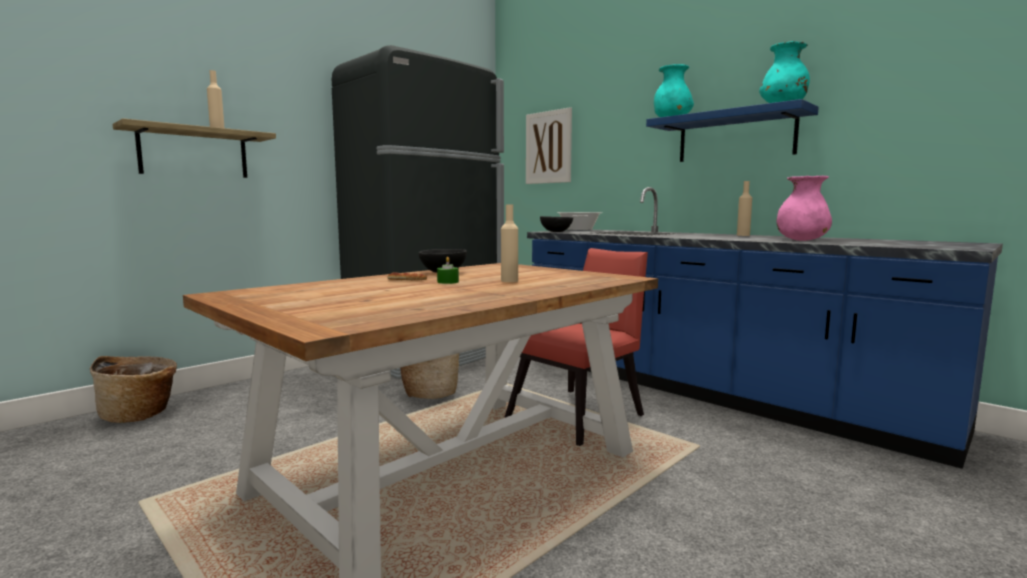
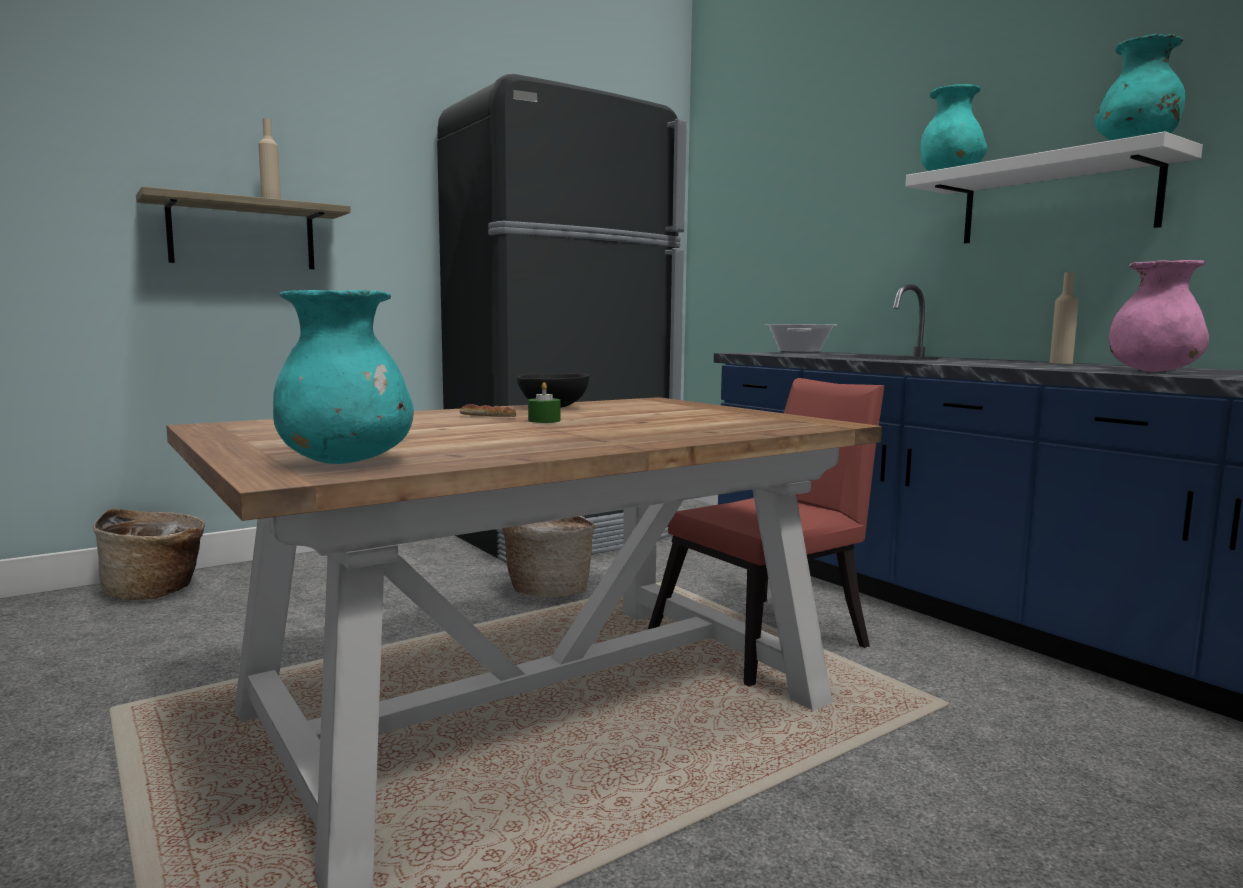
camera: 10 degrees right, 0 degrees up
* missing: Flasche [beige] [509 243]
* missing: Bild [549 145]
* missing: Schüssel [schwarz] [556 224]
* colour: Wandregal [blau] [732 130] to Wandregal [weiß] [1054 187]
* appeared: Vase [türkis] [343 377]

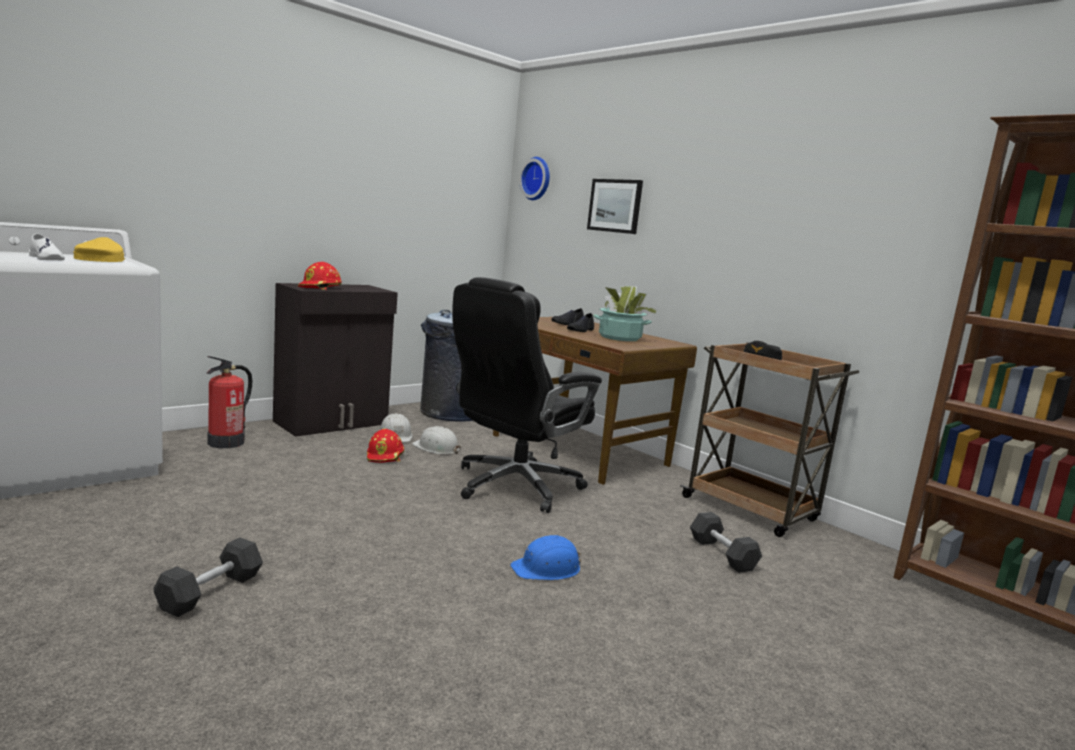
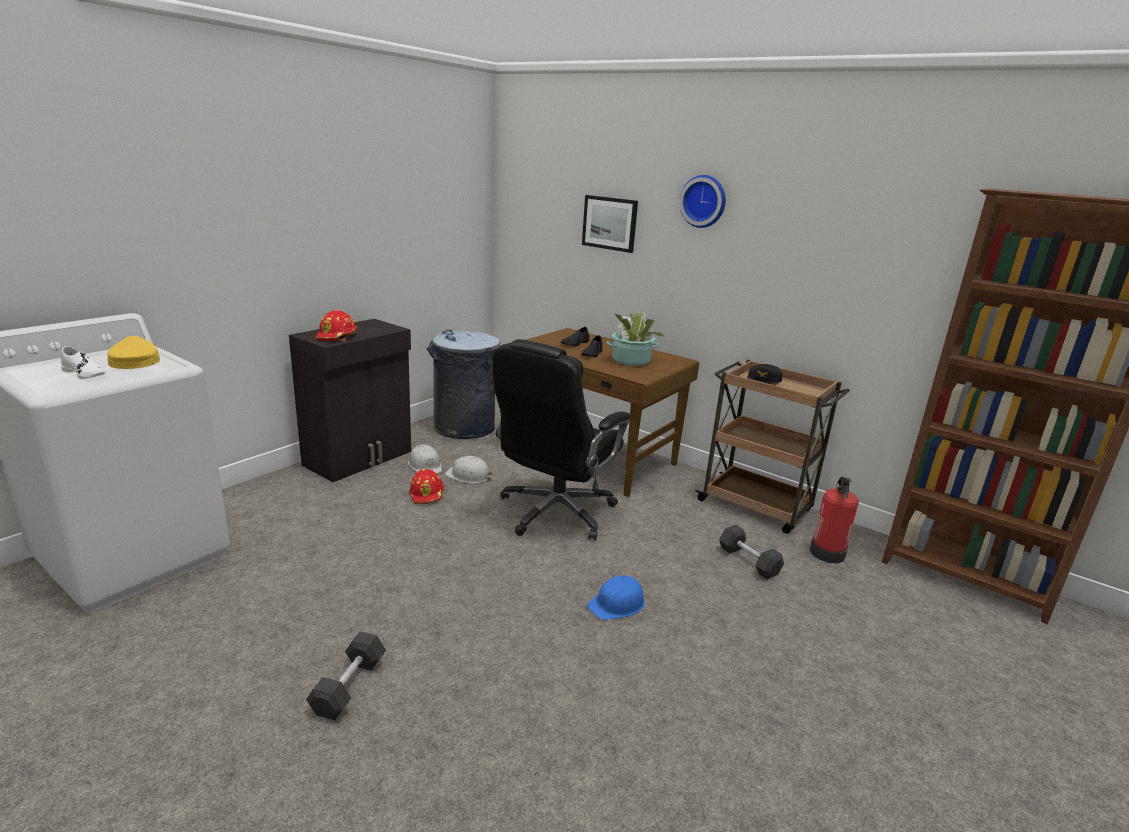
camera: 10 degrees left, 10 degrees up
* relocated: Feuerlöscher [229 402] to [834 520]
* relocated: Wanduhr [534 178] to [702 201]

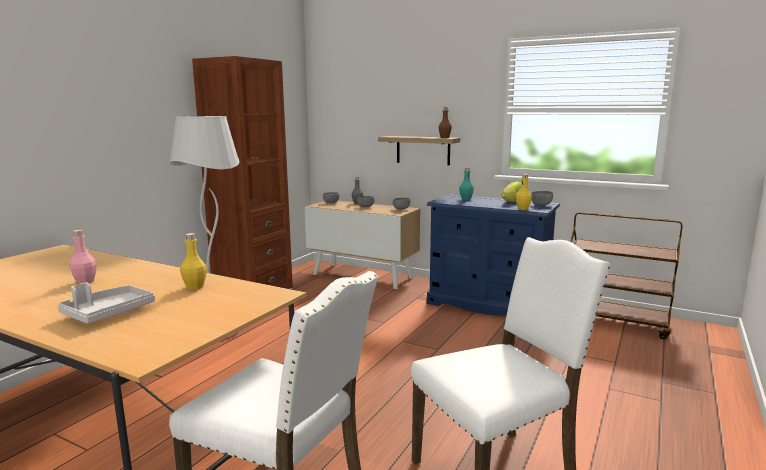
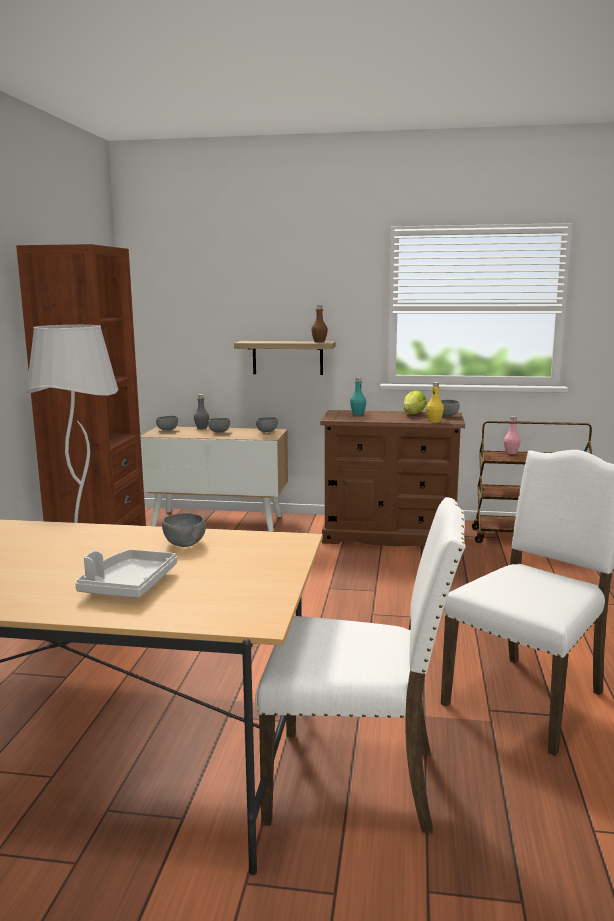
camera: 20 degrees left, 0 degrees up
* relocated: Flasche [rosa] [82 257] to [512 435]
* exchanged: Flasche [gelb] [193 261] to Schüssel [grau] [184 530]
* colour: Kommode [blau] [493 255] to Kommode [braun] [392 478]

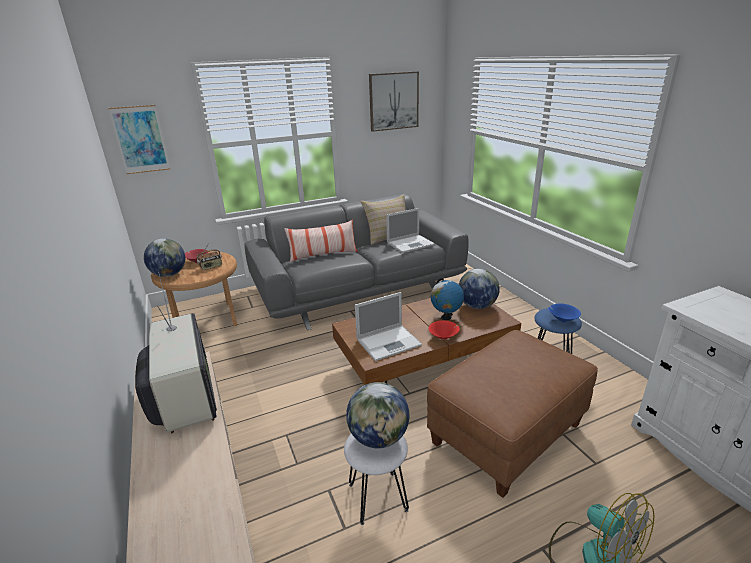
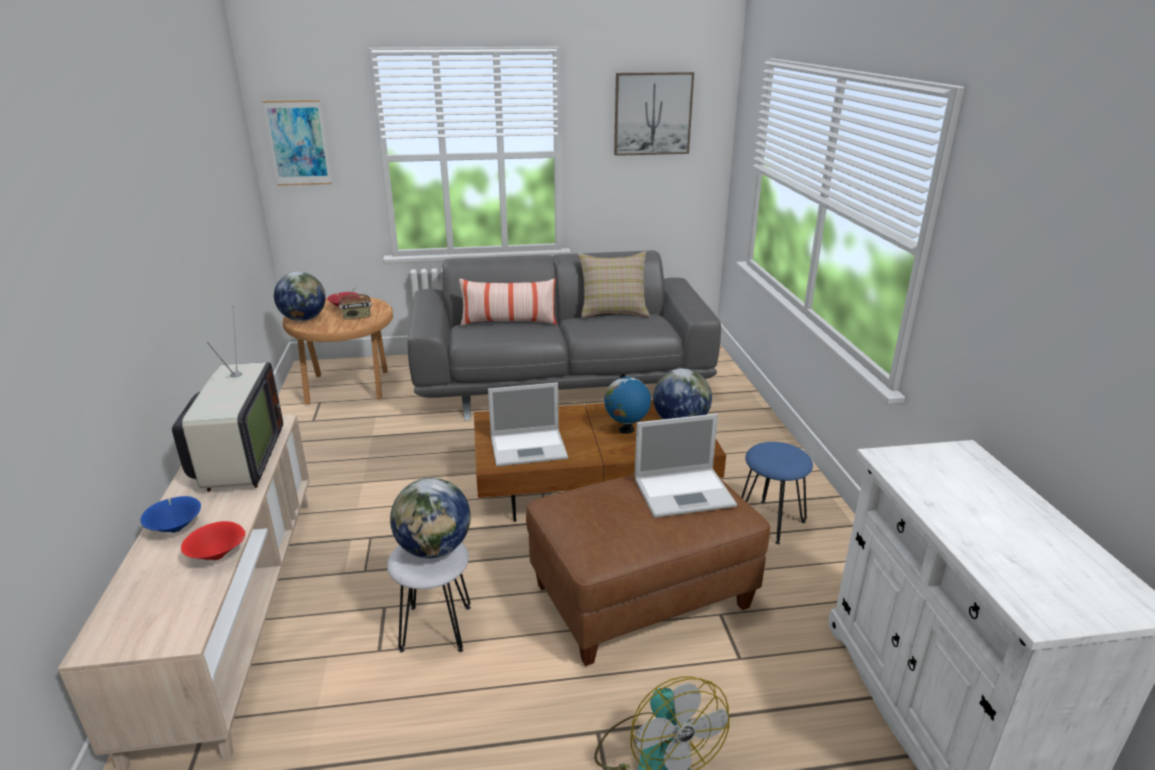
camera: 15 degrees right, 0 degrees up
* relocated: Laptop [410 230] to [685 466]
* relocated: Schüssel [rot] [444 330] to [213 540]
* relocated: Schüssel [blau] [564 313] to [170 514]

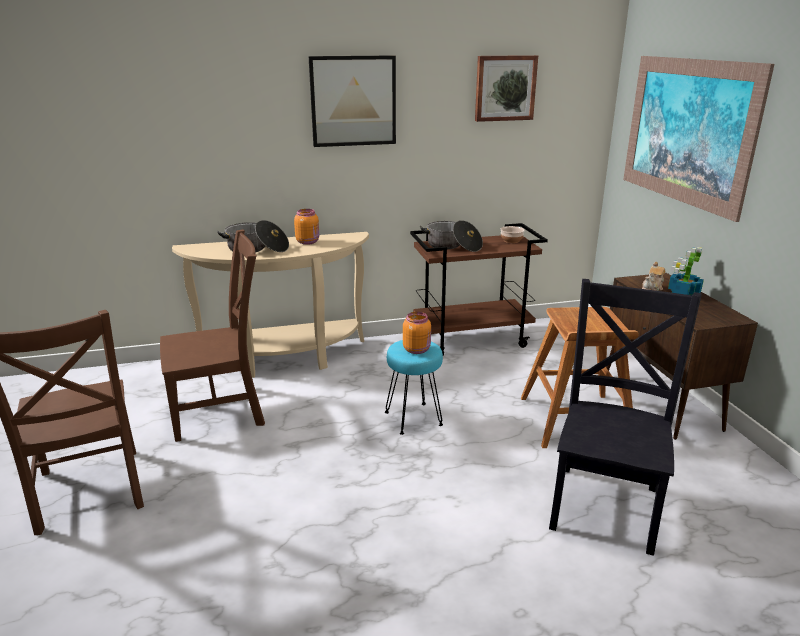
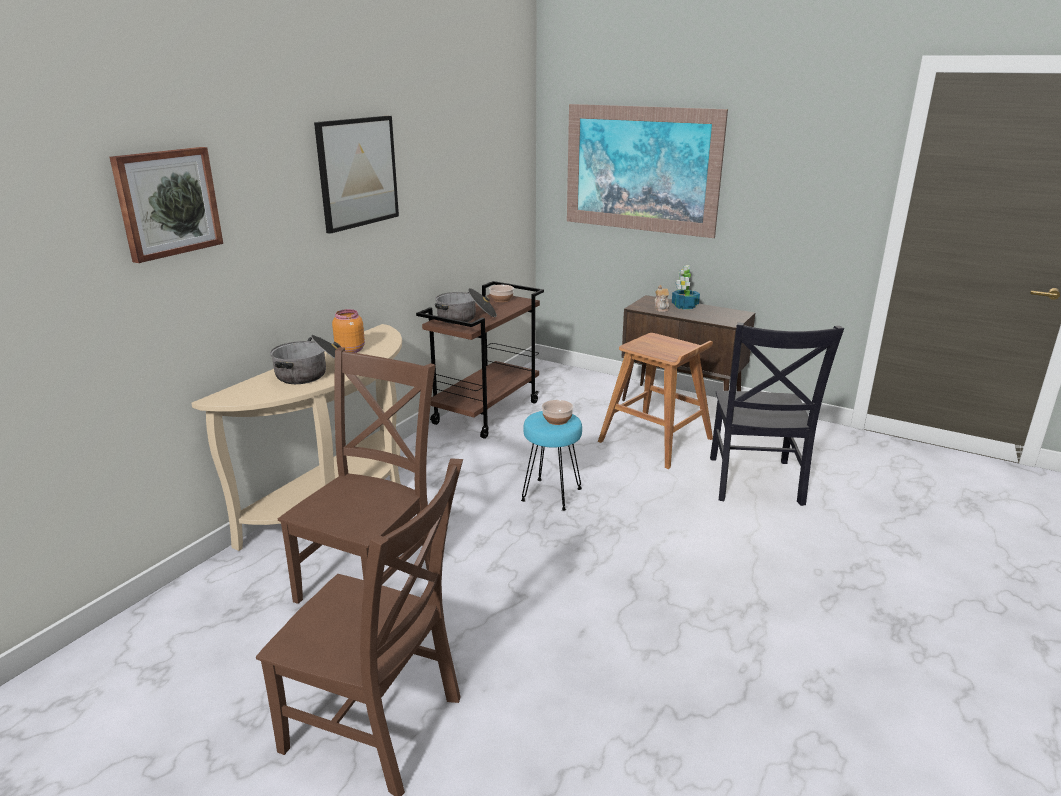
camera: 45 degrees left, 0 degrees up
* exchanged: Vorratsglas [orange] [417 333] to Schüssel [558 412]
* relocated: Bild [506 88] to [166 205]
* spun: Stuhl [schwarz] [625 417] = [777 414] 150 degrees counterclockwise

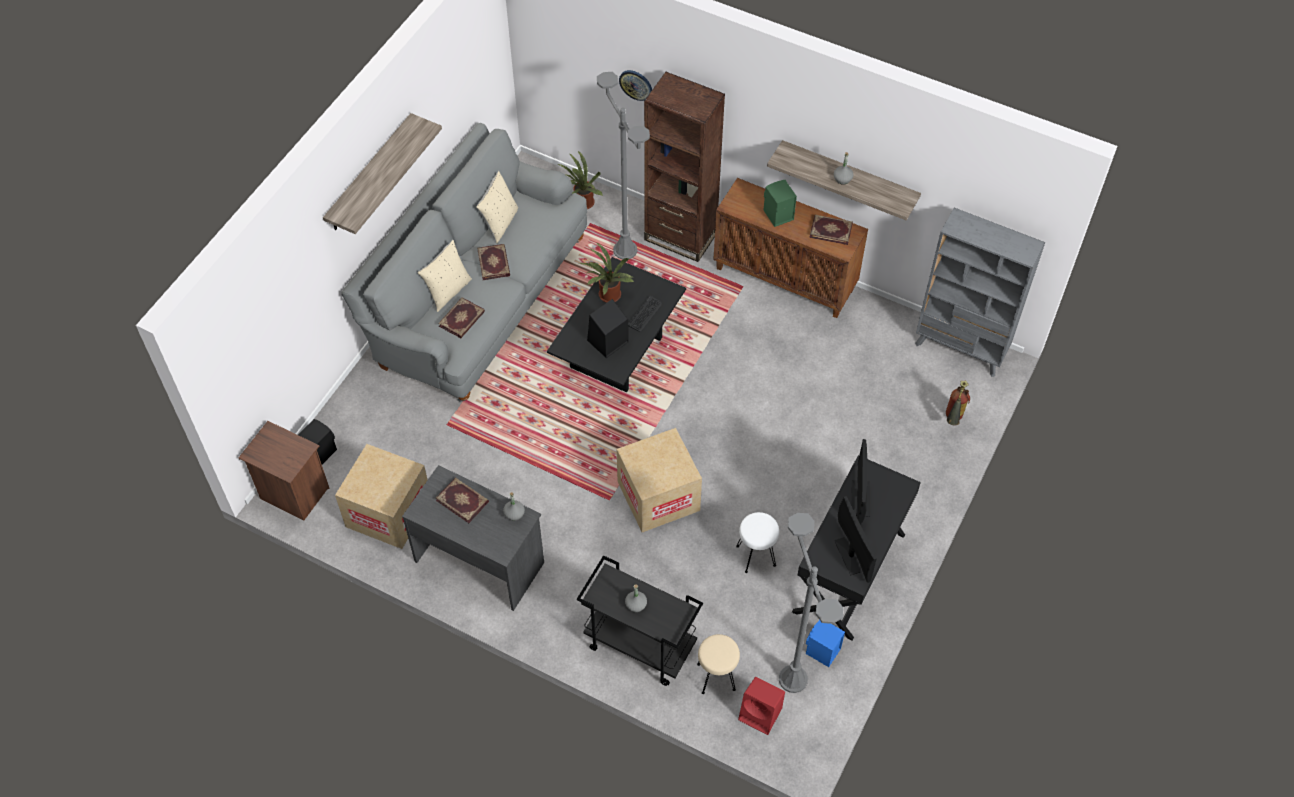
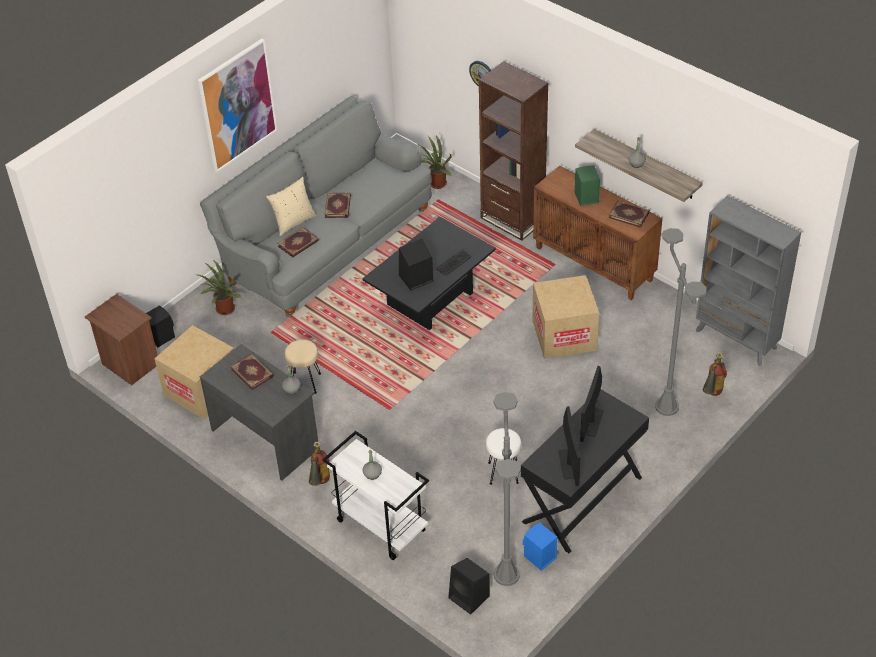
camera: 15 degrees right, 10 degrees down
* exchanged: Wandregal [382 173] to Bild [237 105]
* missing: Kissen [beige] [497 207]
* colour: Rollwagen [schwarz] [640 620] to Rollwagen [weiß] [375 495]
* relocated: Topfpflanze [607 273] to [220 287]
* relocated: Stehlampe [grau] [623 165] to [681 322]
* relocated: Karton [659 480] to [565 317]
* relocated: Hocker [beige] [718 664] to [303 366]
* colour: Lautsprecher [rot] [761 706] to Lautsprecher [schwarz] [469 586]
* appeared: Feuerlöscher [319 463]

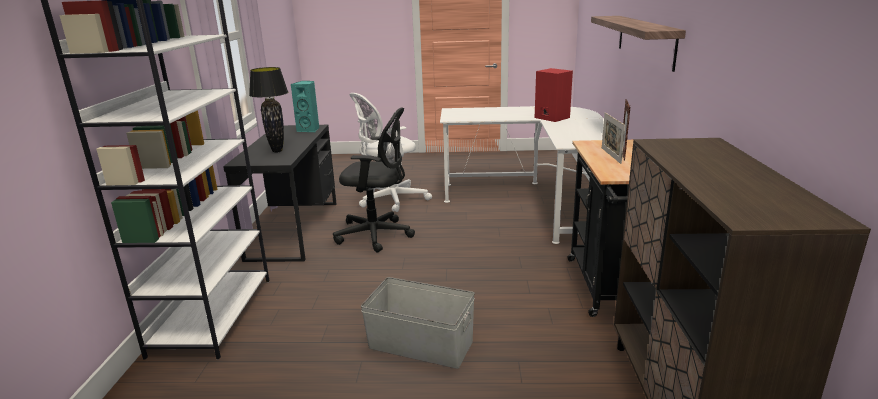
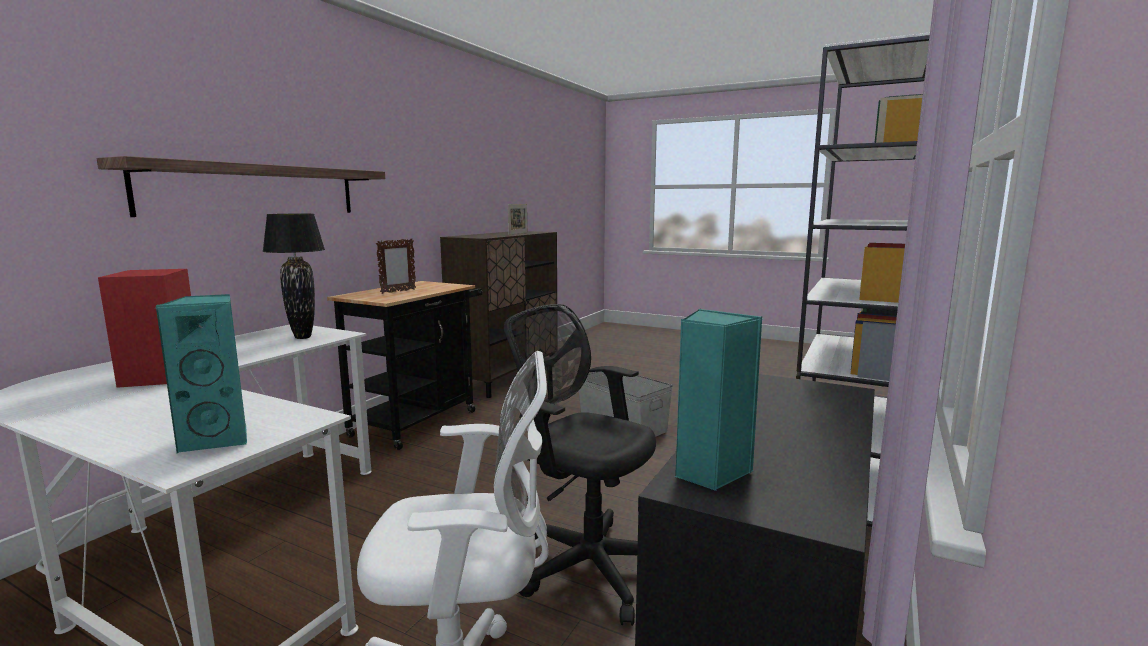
camera: 155 degrees left, 10 degrees down
* relocated: Tischlampe [schwarz] [268 110] to [293 276]
* relocated: Bilderrahmen [613 138] to [517 219]
* appeared: Lautsprecher [türkis] [201 373]

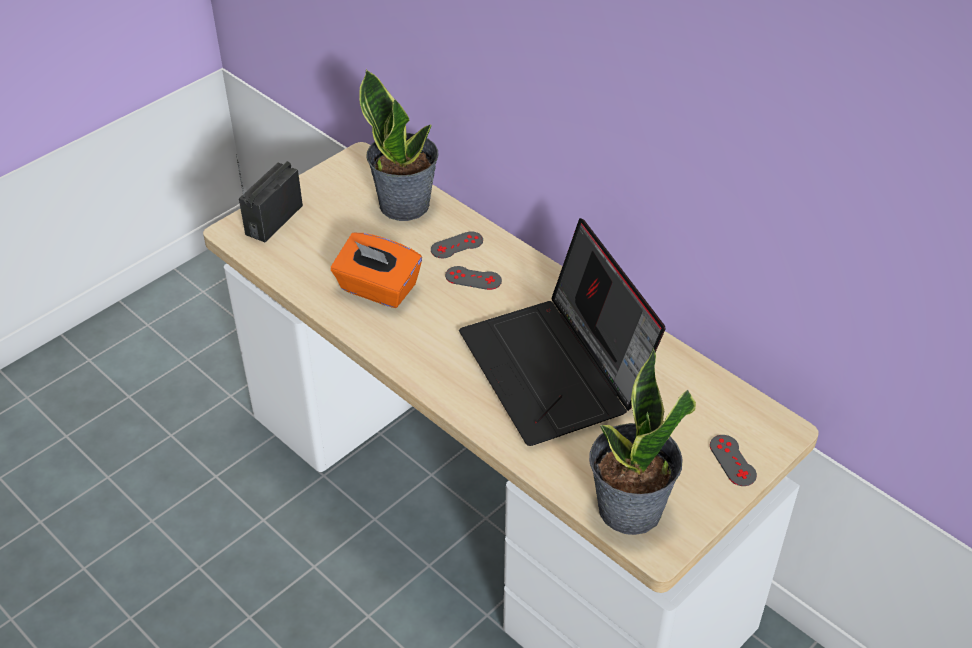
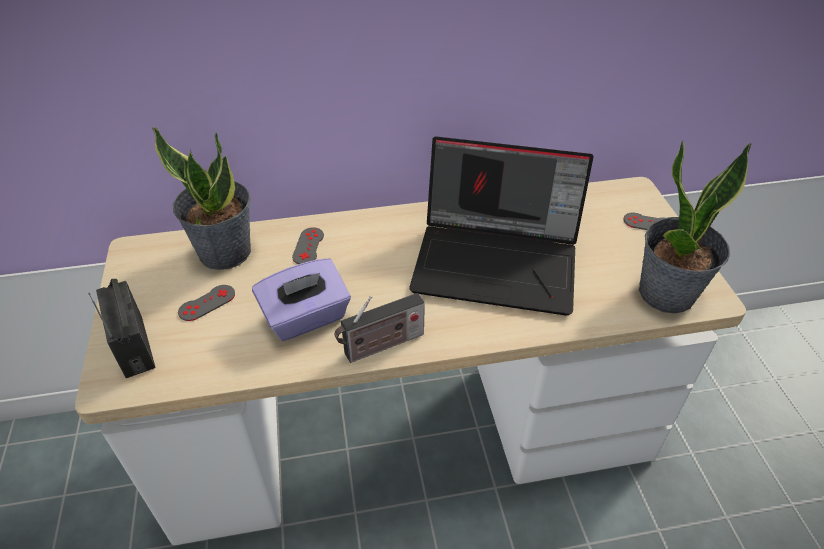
camera: 55 degrees left, 0 degrees up
* colour: Taschentuchbox [orange] [376 270] to Taschentuchbox [lila] [301 300]
* relocated: Gamepad [grau] [473 278] to [206 303]
* appeared: Radio [379 328]

